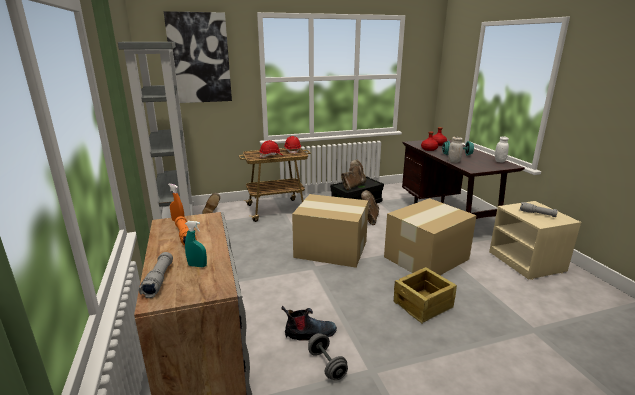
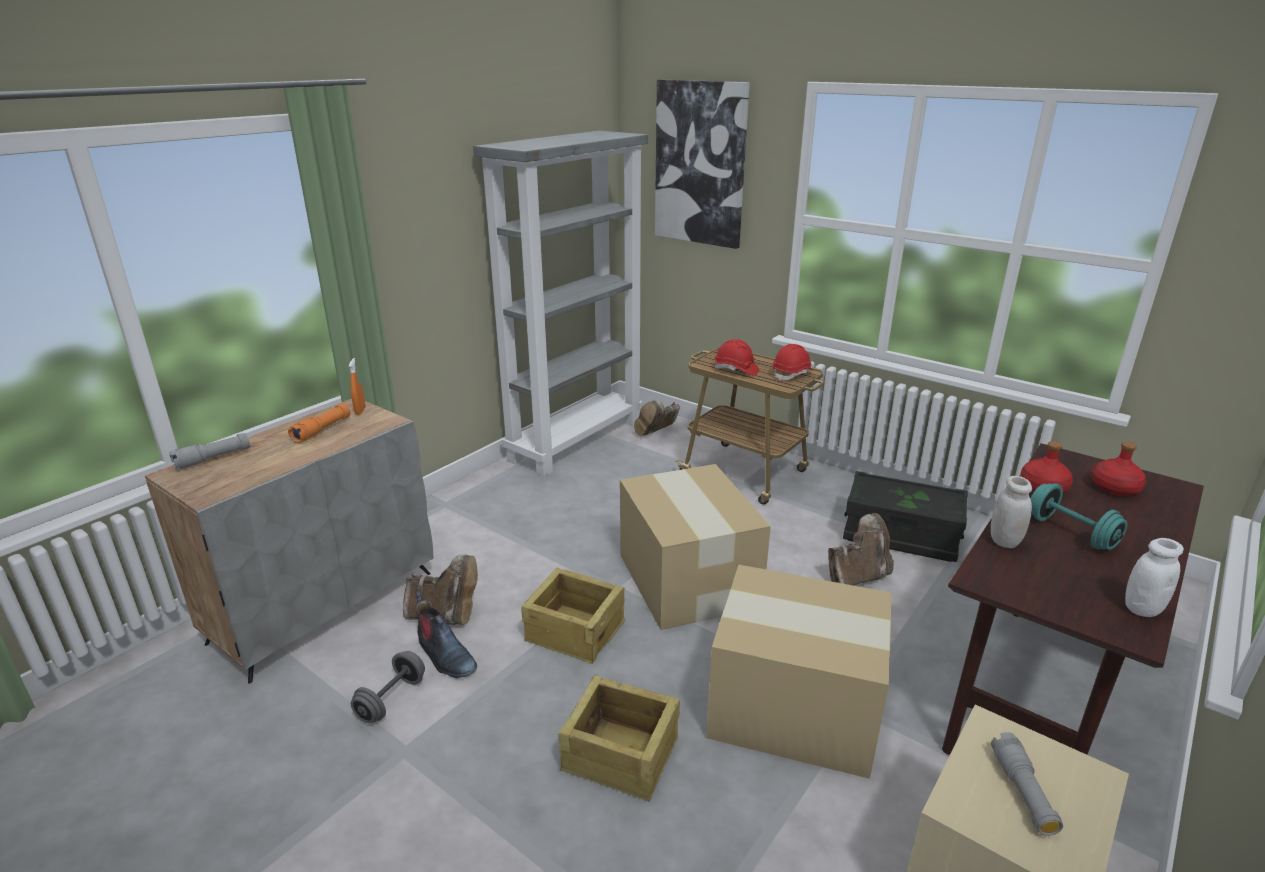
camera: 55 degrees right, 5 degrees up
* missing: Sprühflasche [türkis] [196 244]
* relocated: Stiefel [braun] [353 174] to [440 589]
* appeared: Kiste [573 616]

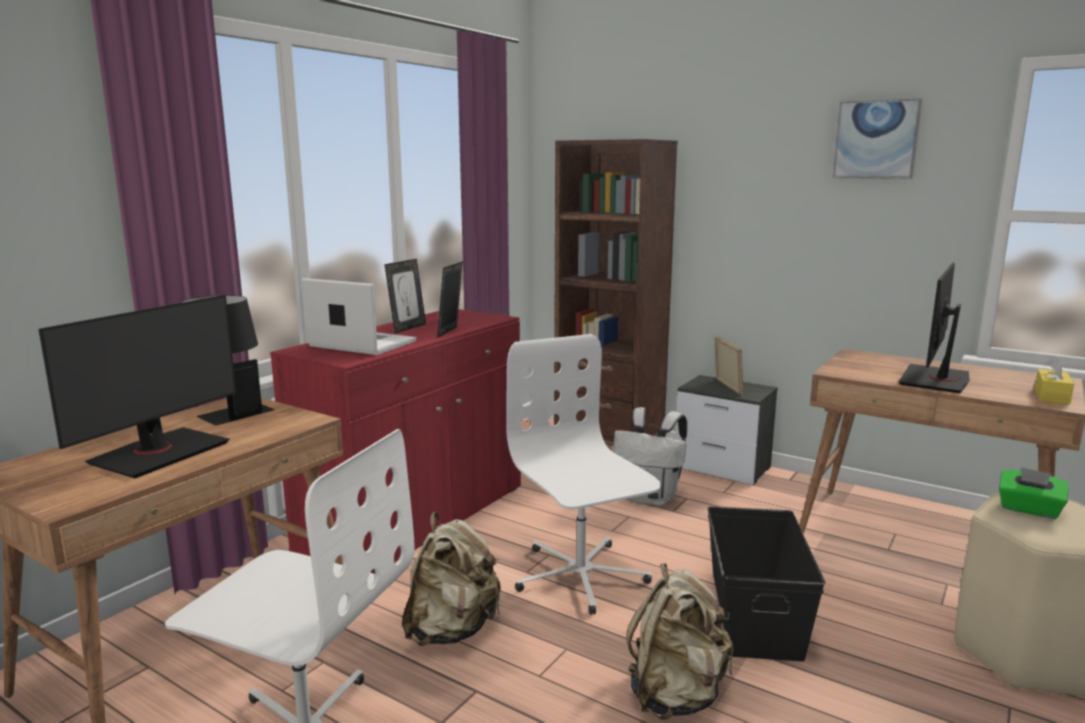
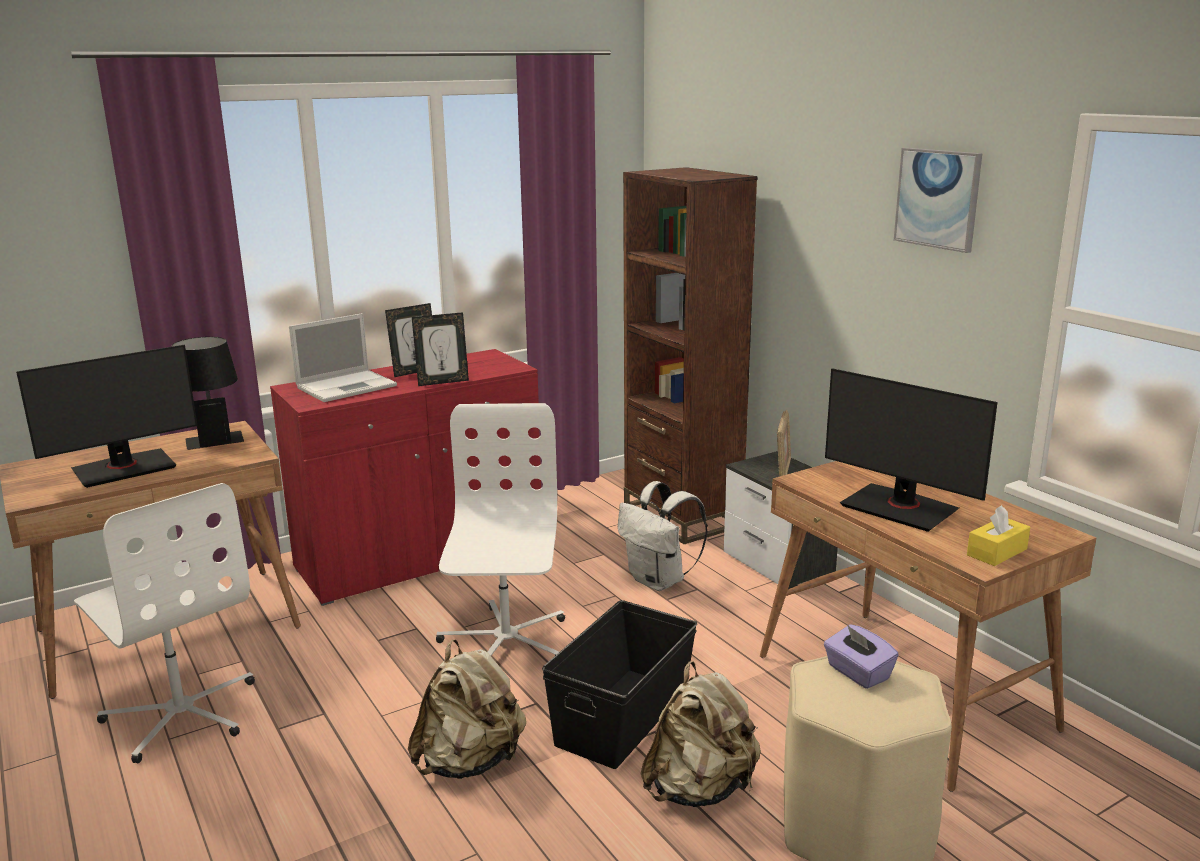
camera: 25 degrees right, 5 degrees up
* spun: Laptop [358 316] = [343 357] 90 degrees clockwise
* relocated: Rucksack [beige] [451 579] to [701 734]
* spun: Bilderrahmen [450 299] = [440 349] 150 degrees counterclockwise
* spun: Monitor [934 327] = [911 450] 105 degrees counterclockwise
* colour: Taschentuchbox [grün] [1034 493] to Taschentuchbox [lila] [861 656]

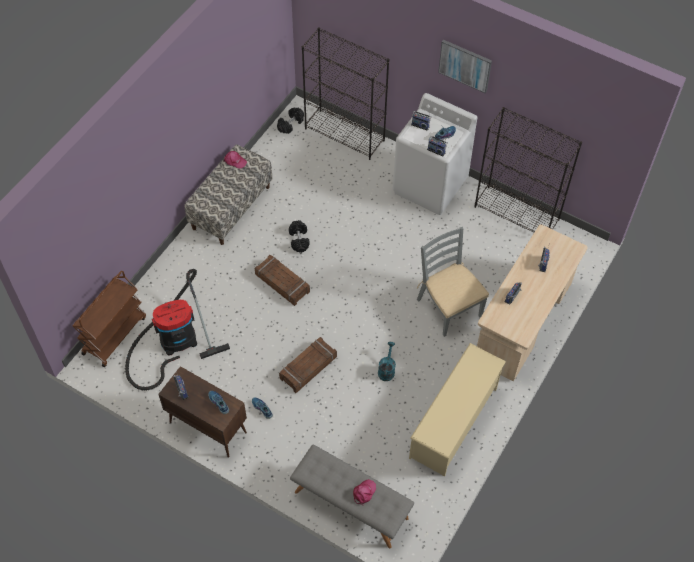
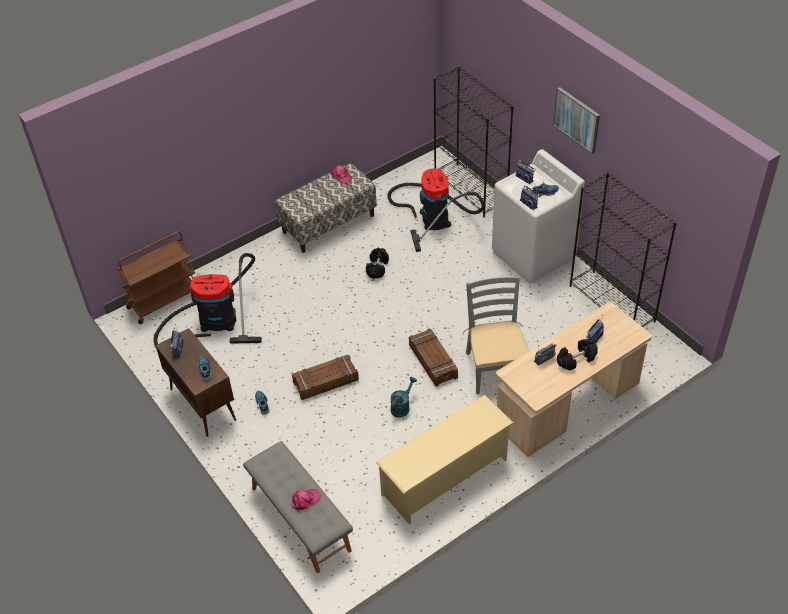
camera: 25 degrees right, 10 degrees down
* relocated: Kiste [282 280] to [433 357]
* relocated: Hantel [schwarz] [290 120] to [577 355]
* appeared: Staubsauger [436 210]

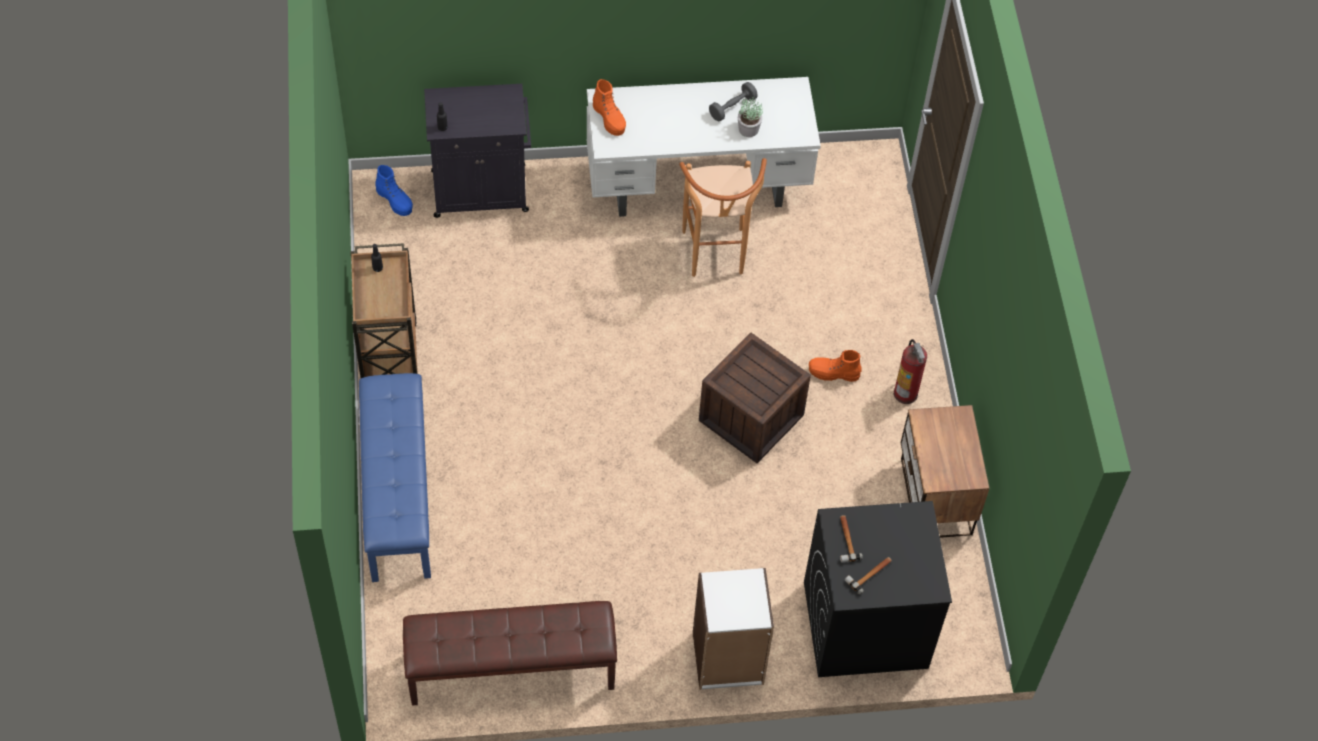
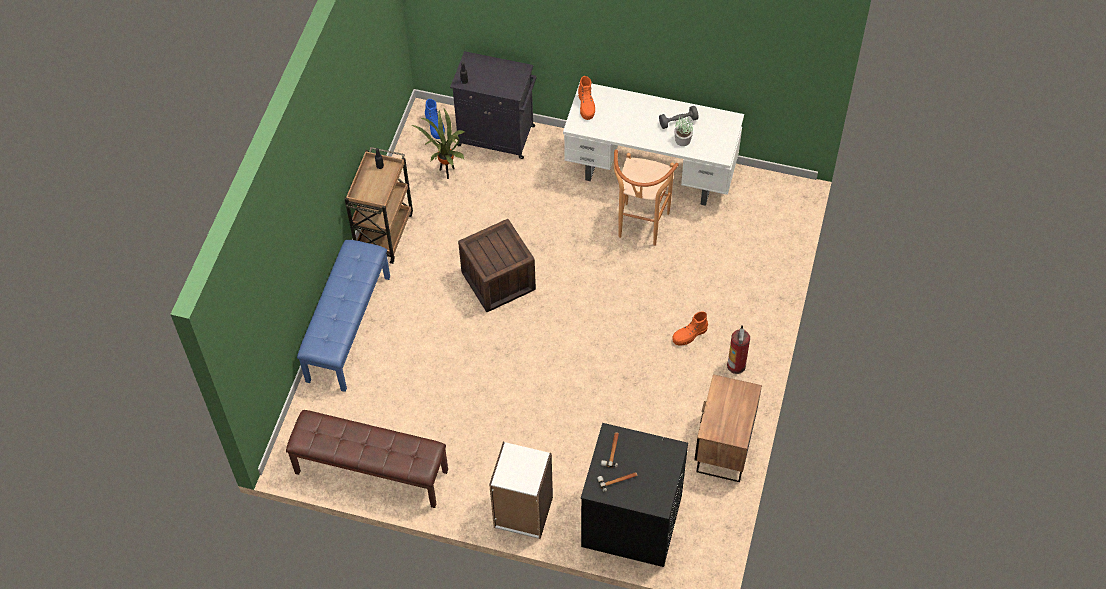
camera: 25 degrees right, 0 degrees up
* relocated: Kiste [755 398] to [497 265]
* spun: Stiefel [orange] [835 366] = [690 328] 60 degrees counterclockwise
* appeared: Topfpflanze [437 143]

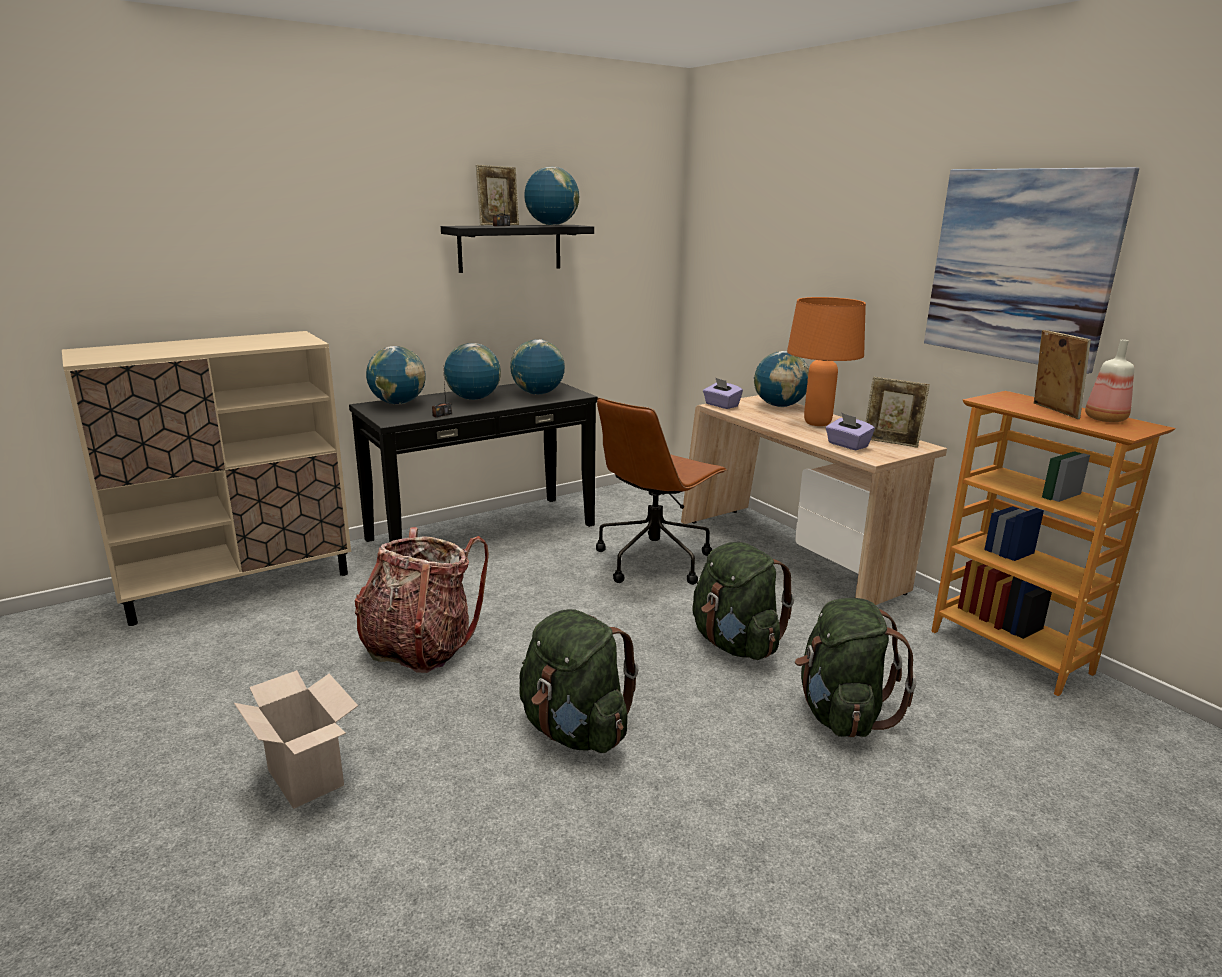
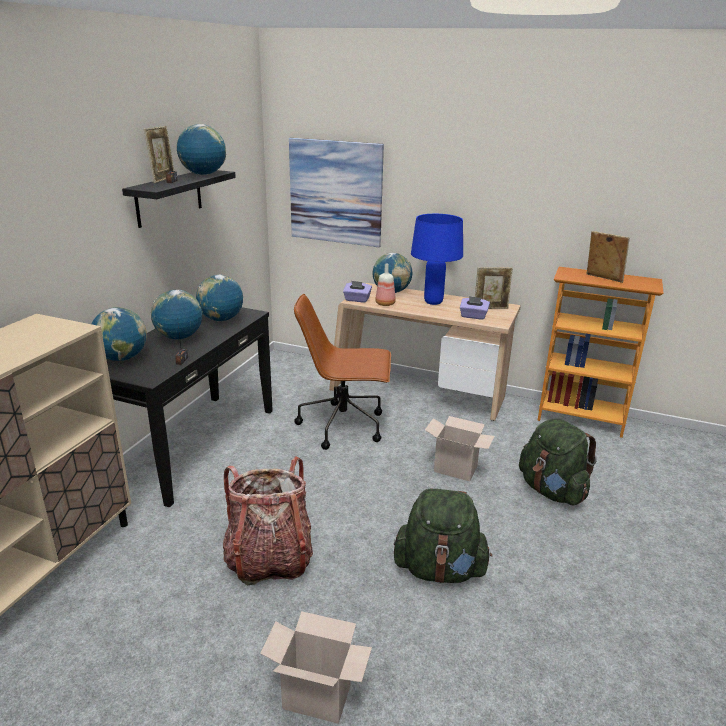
camera: 35 degrees left, 5 degrees up
* spun: Bürostuhl [braun] [661 491] = [342 372] 90 degrees clockwise
* exchanged: Rucksack [grün] [743 601] to Karton [460 449]
* colour: Tischlampe [orange] [826 361] to Tischlampe [blau] [437 259]
* relocated: Bild [1031 270] to [336 192]
* relocated: Flasche [1109 381] to [385 285]

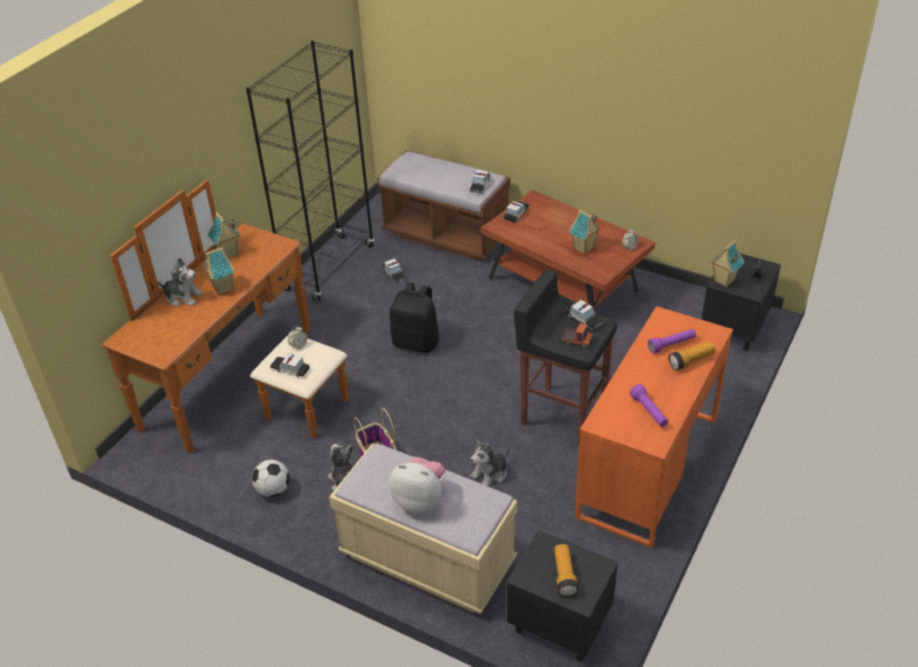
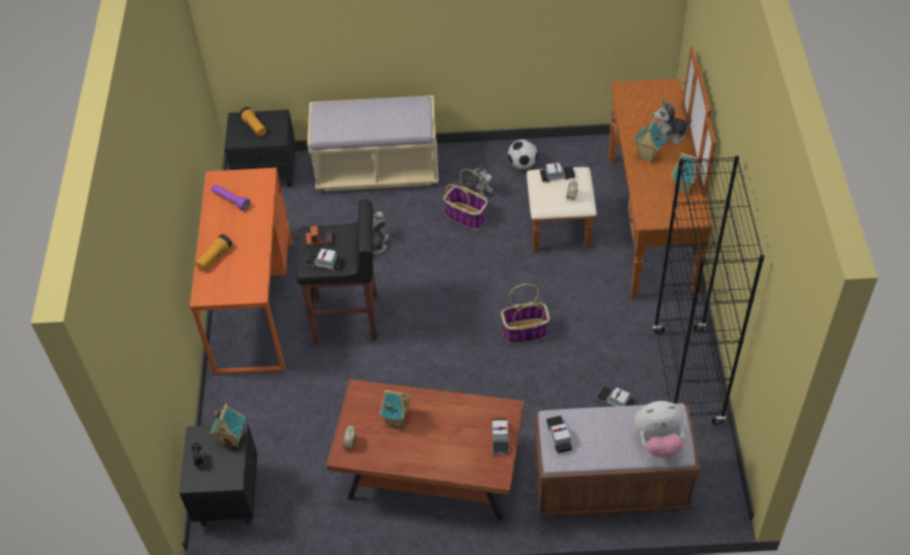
camera: 150 degrees right, 10 degrees up
* exchanged: Rucksack [schwarz] [414 317] to Korb [525 314]
* relocated: Plüschtier [417 485] to [659 429]
* missing: Taschenlampe [lila] [672 341]

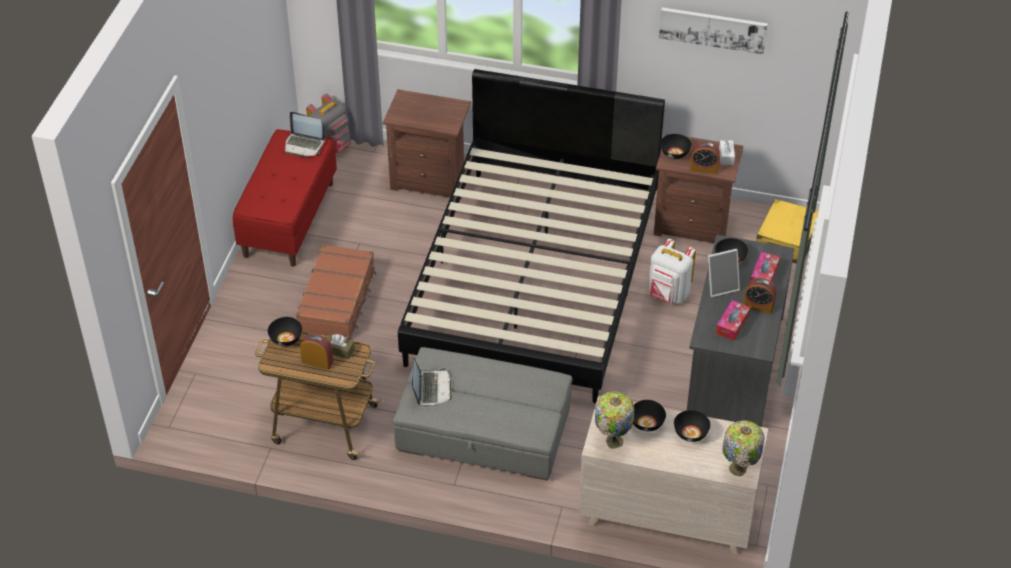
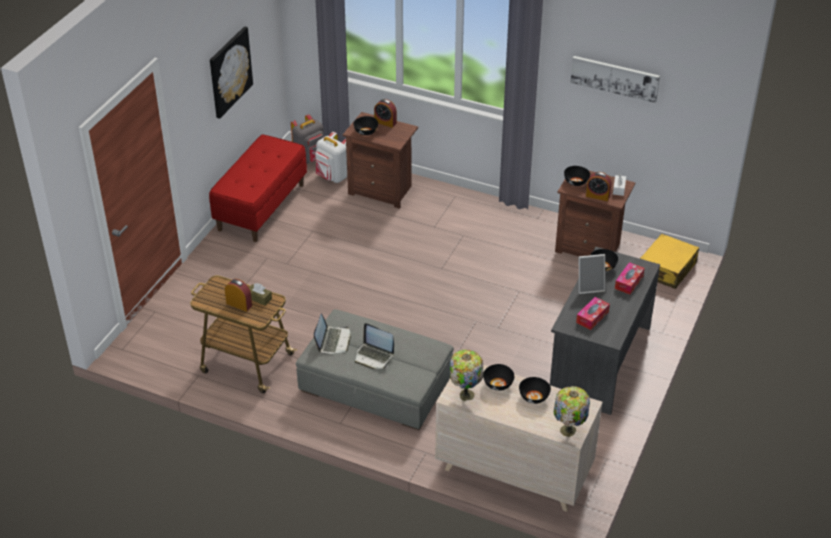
camera: 10 degrees right, 5 degrees down
* relocated: Schüssel [schwarz] [285 331] to [365 125]
* relocated: Laptop [305 134] to [374 346]
* missing: Koffer [braun] [336 292]
* missing: Bett [schwarz] [531 236]
* relocated: Rucksack [weiß] [672 271] to [331 157]
* relocated: Wecker [760 296] to [385 113]
* appeared: Bild [231 72]

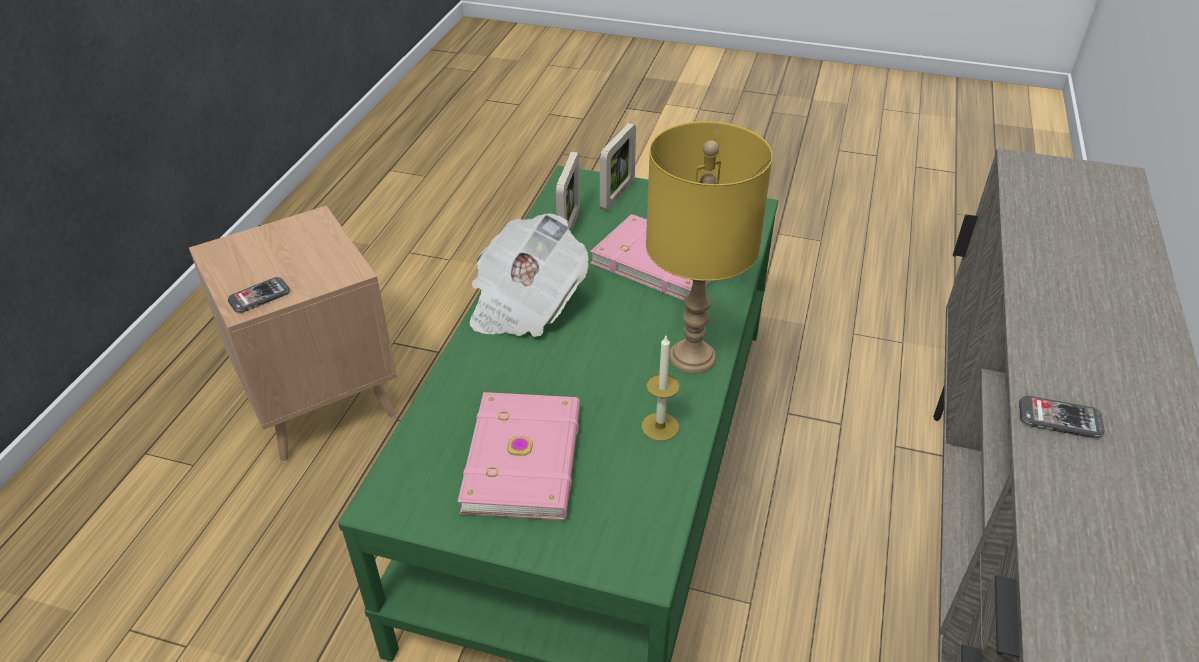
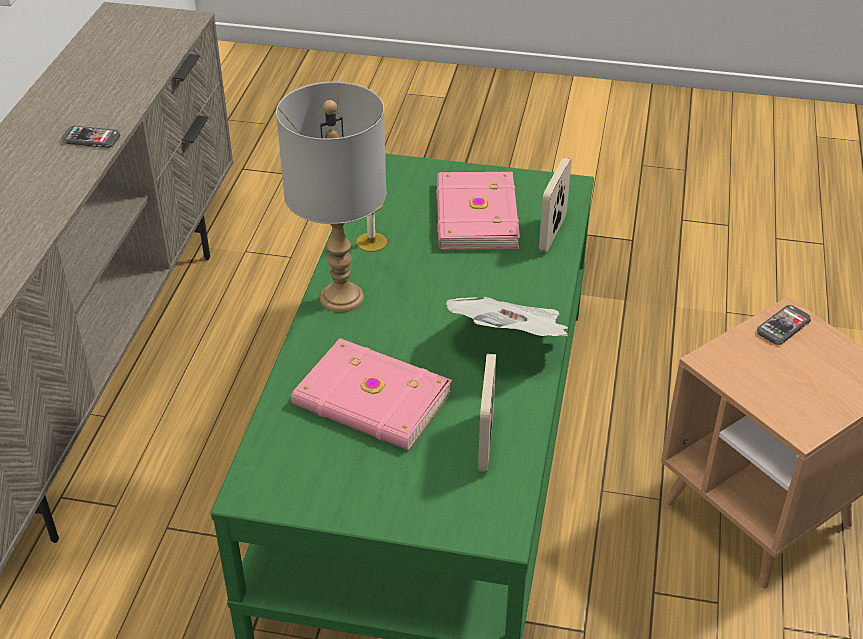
camera: 175 degrees right, 0 degrees up
* relocated: Bilderrahmen [618 167] to [555 205]
* colour: Tischlampe [gelb] [709 247] to Tischlampe [grau] [331 197]

